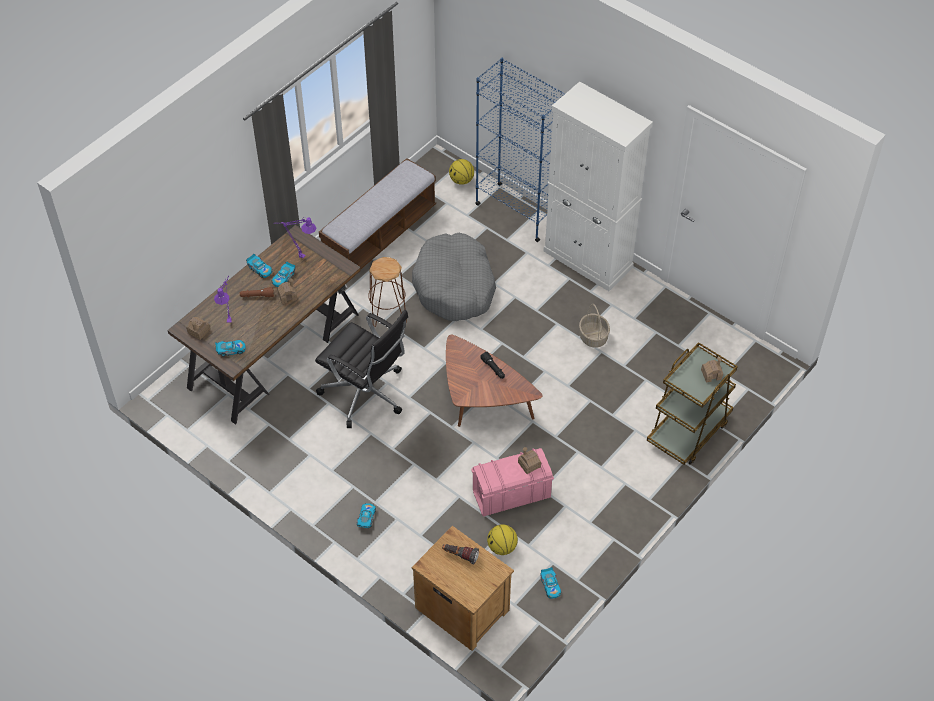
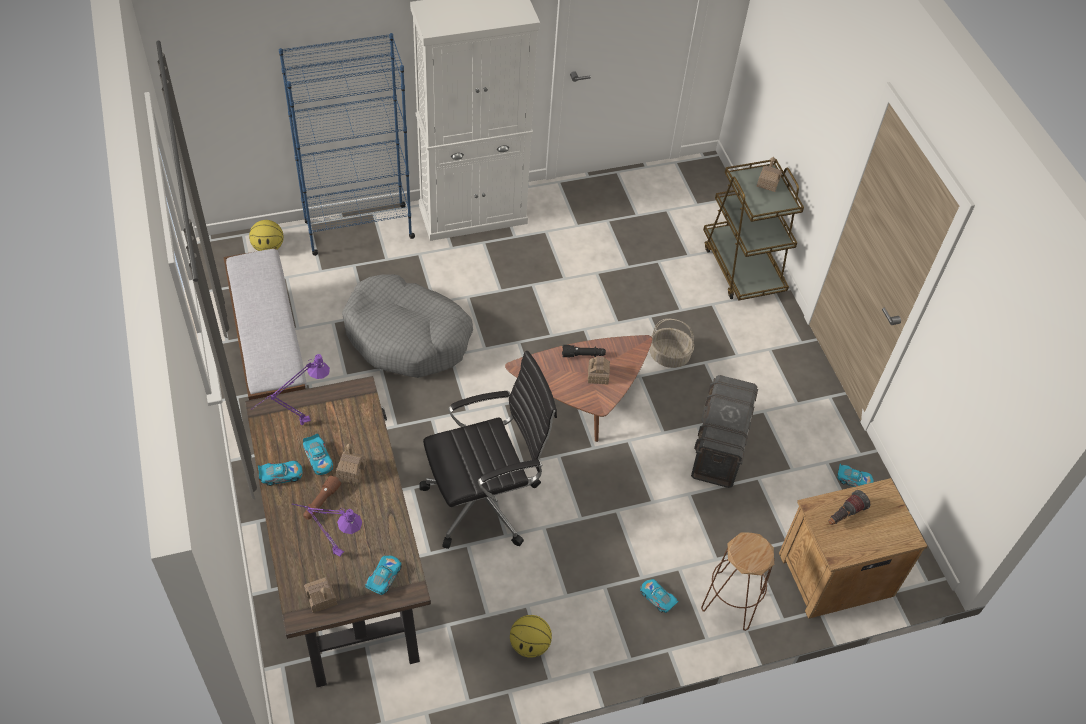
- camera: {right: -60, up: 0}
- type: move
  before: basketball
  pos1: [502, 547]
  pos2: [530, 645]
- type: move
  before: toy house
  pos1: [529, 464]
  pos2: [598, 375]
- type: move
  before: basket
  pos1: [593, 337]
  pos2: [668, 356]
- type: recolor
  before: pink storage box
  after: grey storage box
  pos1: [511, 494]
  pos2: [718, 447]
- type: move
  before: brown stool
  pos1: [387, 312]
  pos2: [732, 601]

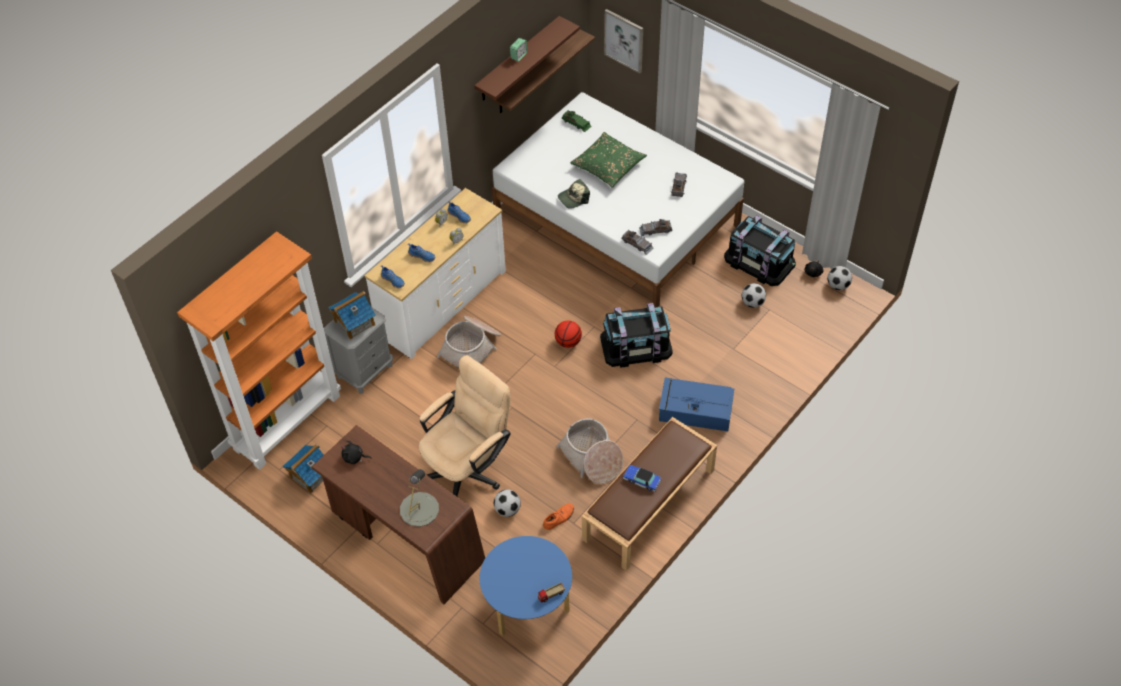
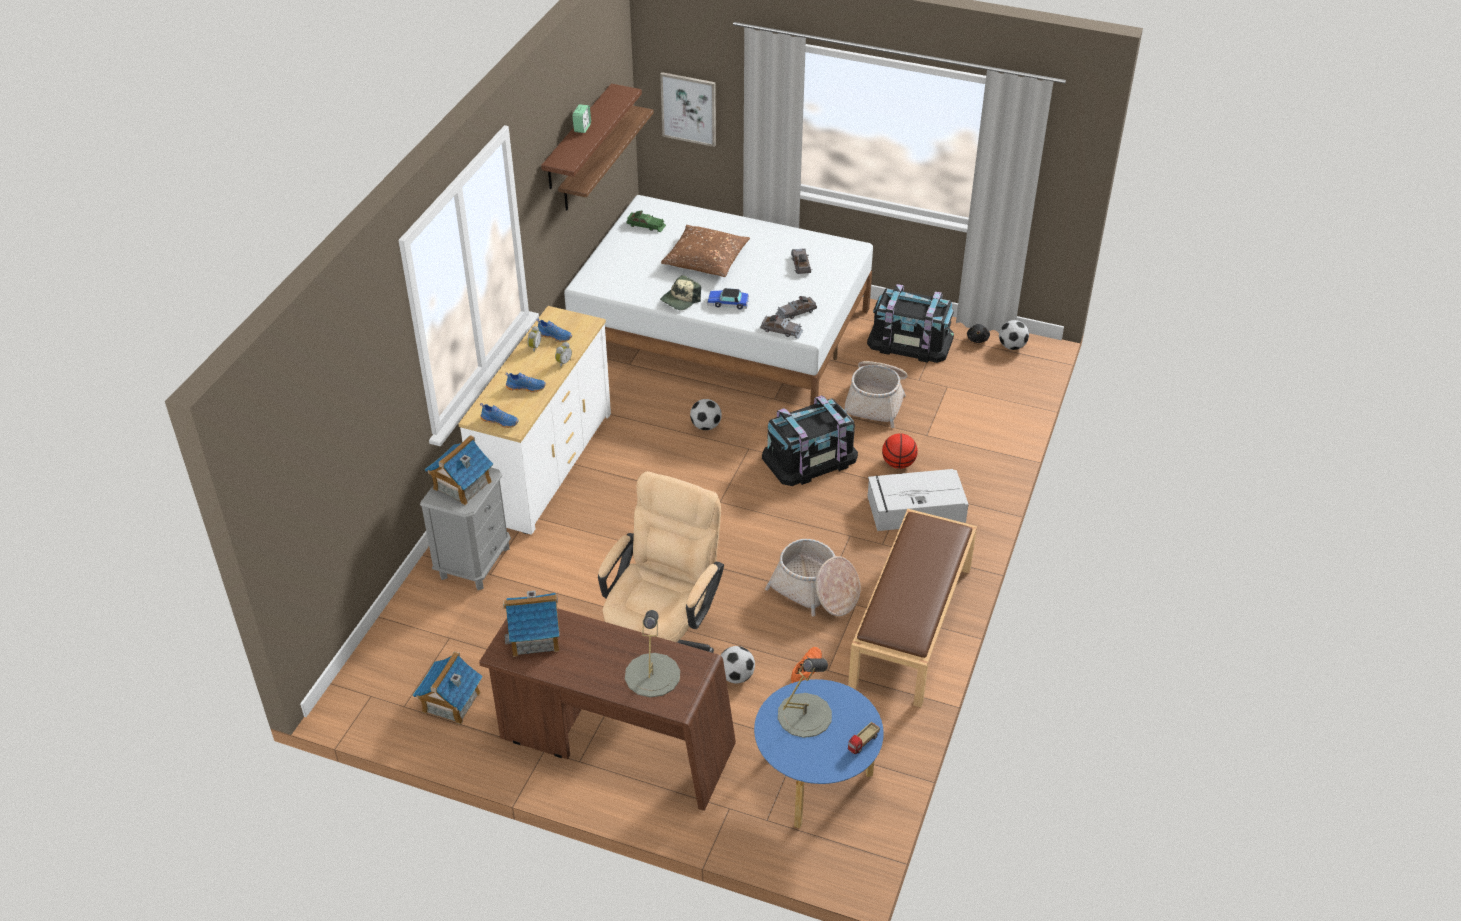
- camera: {right: -20, up: -10}
- type: replace
  before: black plush toy
  after: toy house
  pos1: [354, 458]
  pos2: [535, 636]
- type: recolor
  before: green pillow
  after: brown pillow
  pos1: [608, 165]
  pos2: [705, 259]
- type: move
  before: football
  pos1: [752, 302]
  pos2: [706, 426]
- type: move
  before: toy car
  pos1: [642, 480]
  pos2: [728, 303]
- type: insert
  after: grey table lamp
  pos2: [804, 715]
- type: move
  before: basket
  pos1: [472, 348]
  pos2: [876, 400]
- type: recolor
  before: blue storage box
  after: grey storage box
  pos1: [694, 410]
  pos2: [914, 509]
- type: move
  before: basketball
  pos1: [568, 342]
  pos2: [898, 463]
- type: delete
  before: orange bookcase
  pos1: [287, 421]

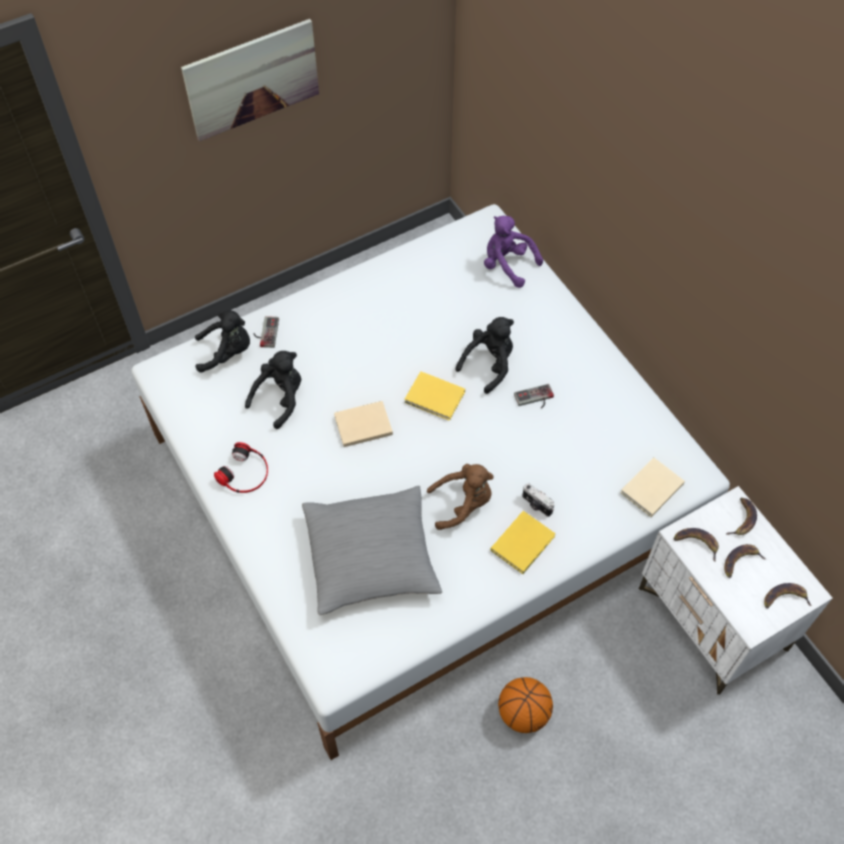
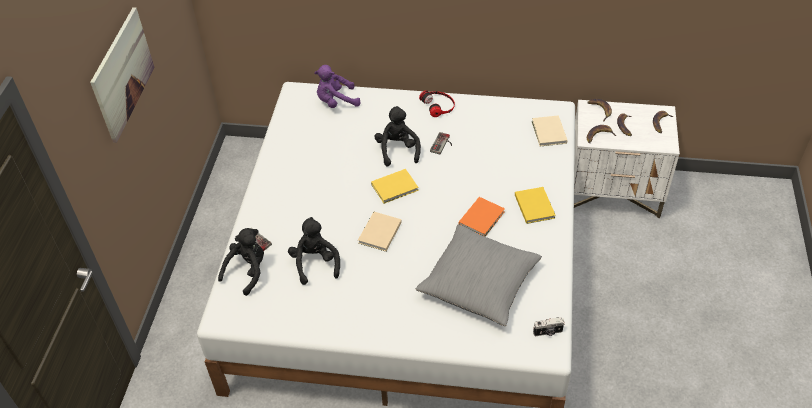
- camera: {right: -50, up: -10}
- type: move
  before: headphones
  pos1: [245, 473]
  pos2: [438, 105]
- type: replace
  before: brown plush toy
  after: orange book
  pos1: [463, 504]
  pos2: [483, 217]
- type: move
  before: photo camera
  pos1: [536, 505]
  pos2: [548, 332]
- type: delete
  before: basketball
  pos1: [523, 713]

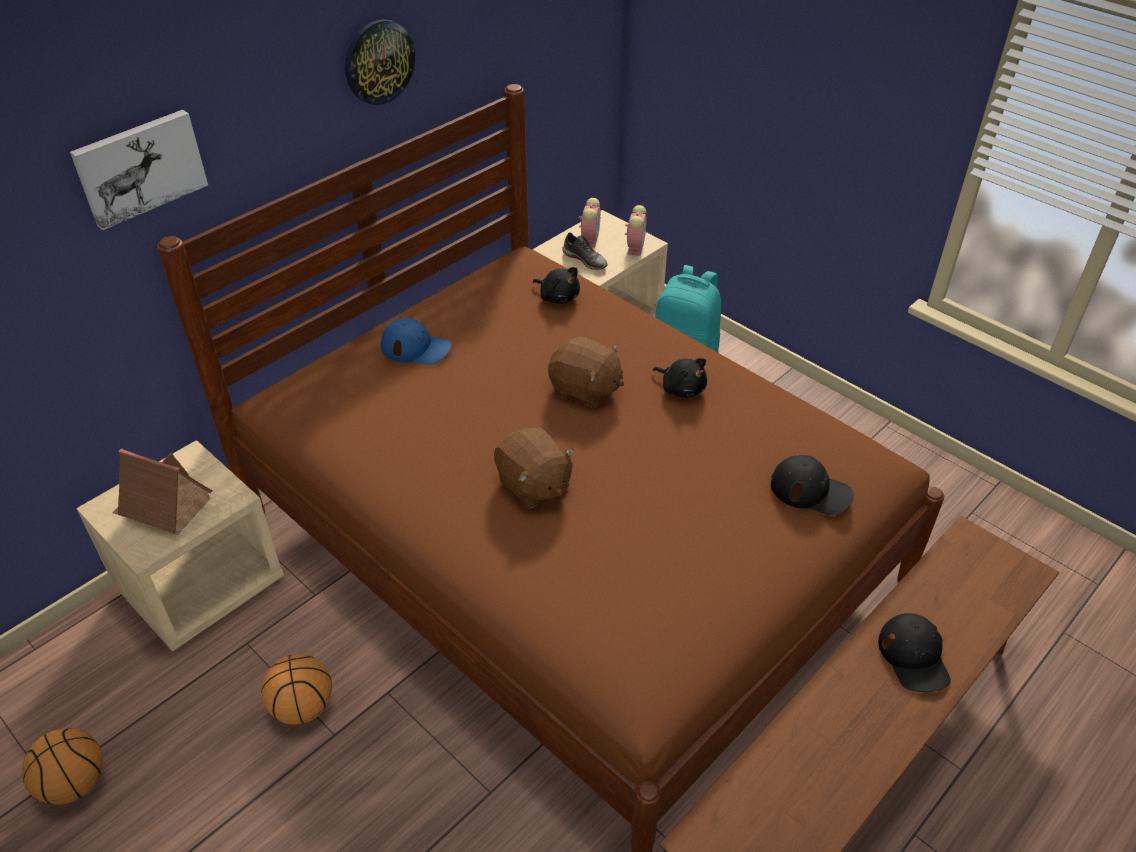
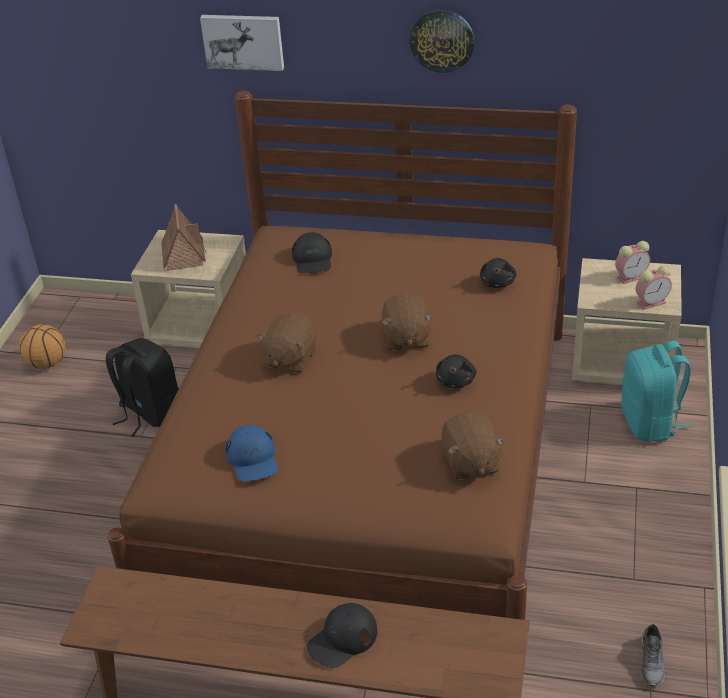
- camera: {right: 60, up: -5}
- type: replace
  before: basketball
  after: black backpack
  pos1: [302, 708]
  pos2: [149, 413]
- type: move
  before: blue cap
  pos1: [416, 348]
  pos2: [253, 459]
- type: move
  before: black cap
  pos1: [811, 490]
  pos2: [313, 259]
- type: insert
  after: brown plush toy
  pos2: [470, 463]
- type: move
  before: grey shoe
  pos1: [585, 260]
  pos2: [652, 662]

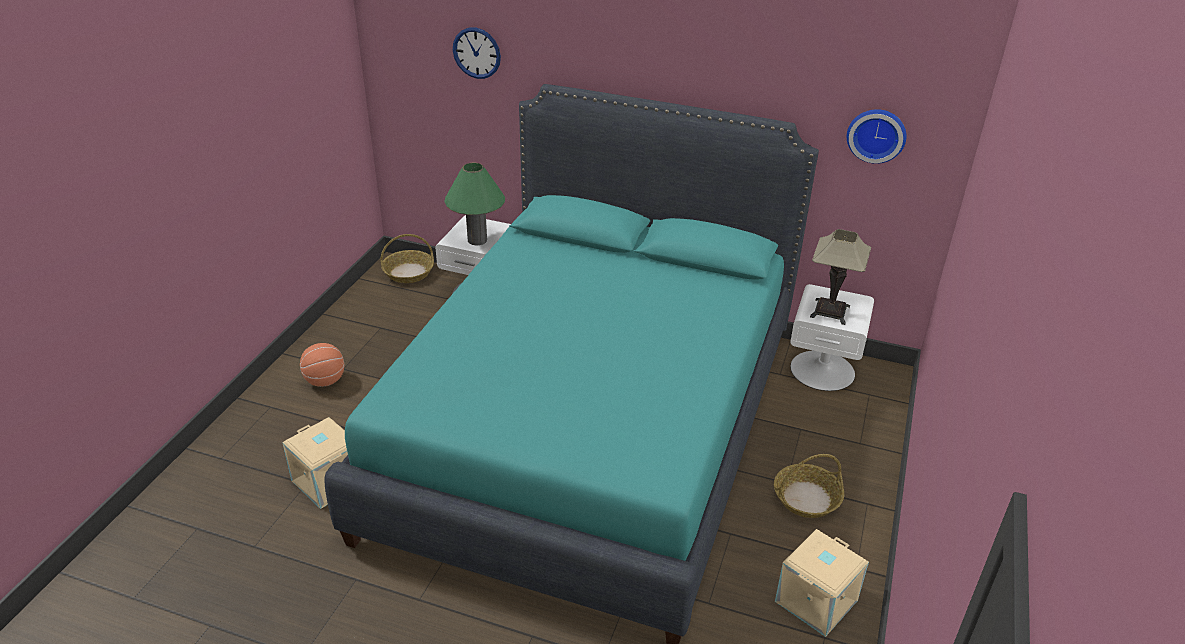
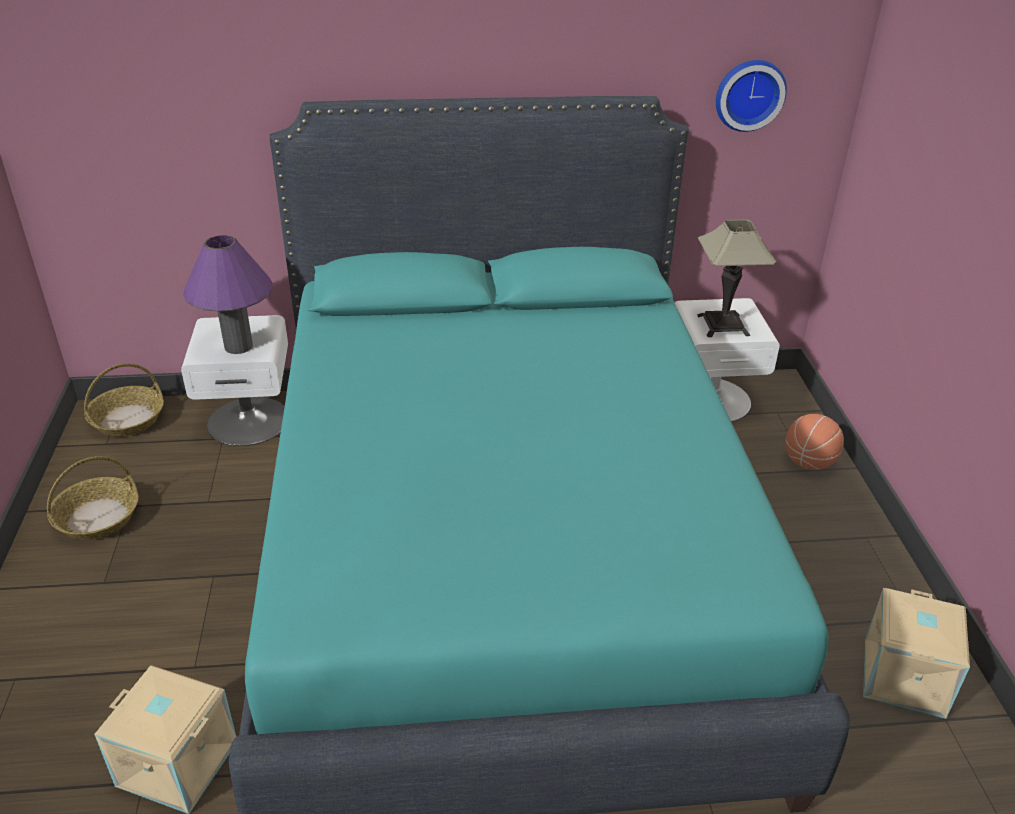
- camera: {right: -25, up: 0}
- type: move
  before: basket
  pos1: [806, 498]
  pos2: [98, 517]
- type: recolor
  before: green table lamp
  after: purple table lamp
  pos1: [477, 240]
  pos2: [238, 346]
- type: move
  before: basketball
  pos1: [325, 381]
  pos2: [809, 462]
- type: delete
  before: wall clock
  pos1: [476, 53]

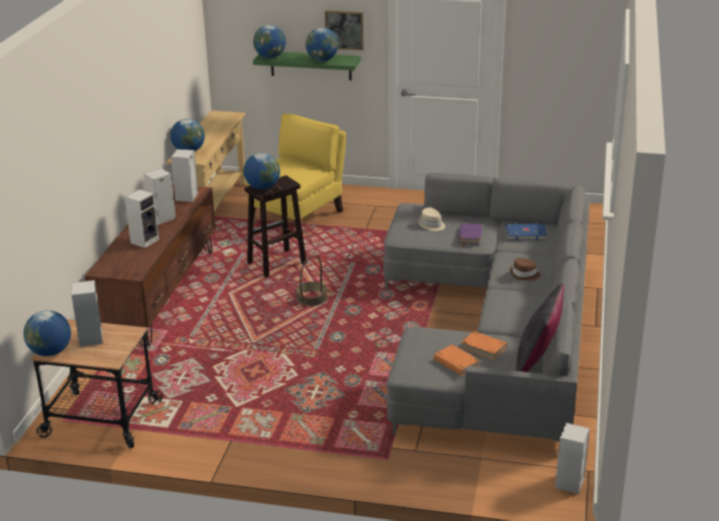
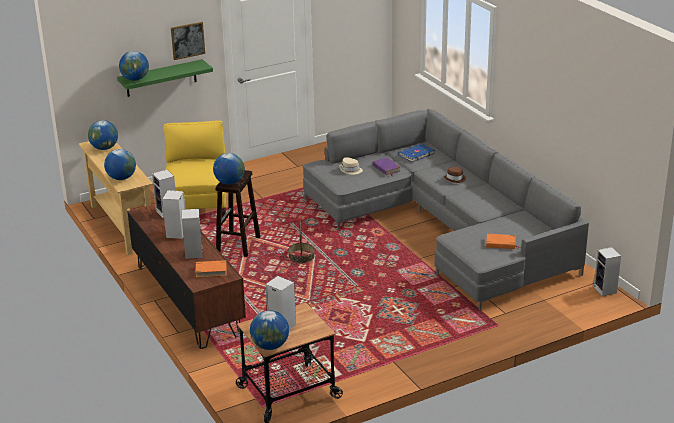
- camera: {right: -40, up: 0}
- type: move
  before: globe
  pos1: [322, 60]
  pos2: [104, 148]
- type: move
  before: orange book
  pos1: [483, 347]
  pos2: [211, 270]
- type: delete
  before: black pillow
  pos1: [537, 361]

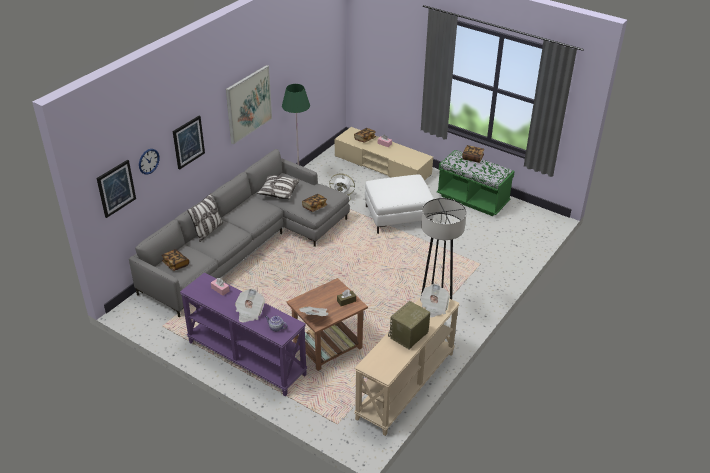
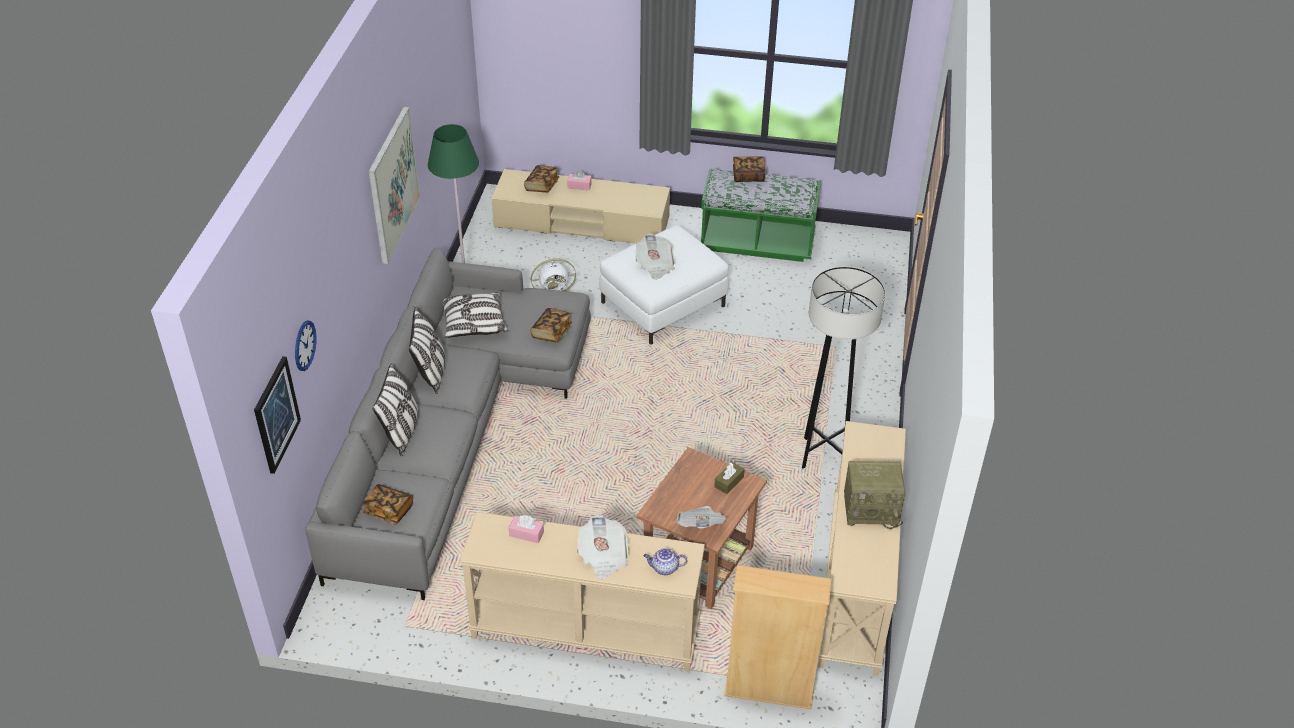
- camera: {right: -25, up: 5}
- type: insert
  after: pillow
  pos2: [431, 372]
- type: recolor
  before: purple console table
  after: beige console table
  pos1: [245, 358]
  pos2: [584, 631]
- type: move
  before: newspaper
  pos1: [434, 307]
  pos2: [655, 265]
- type: insert
  after: beige bookcase
  pos2: [769, 691]
- type: rotate
  before: radio
  pos1: [408, 336]
  pos2: [871, 509]
  turn: -105
- type: delete
  before: picture
  pos1: [188, 142]

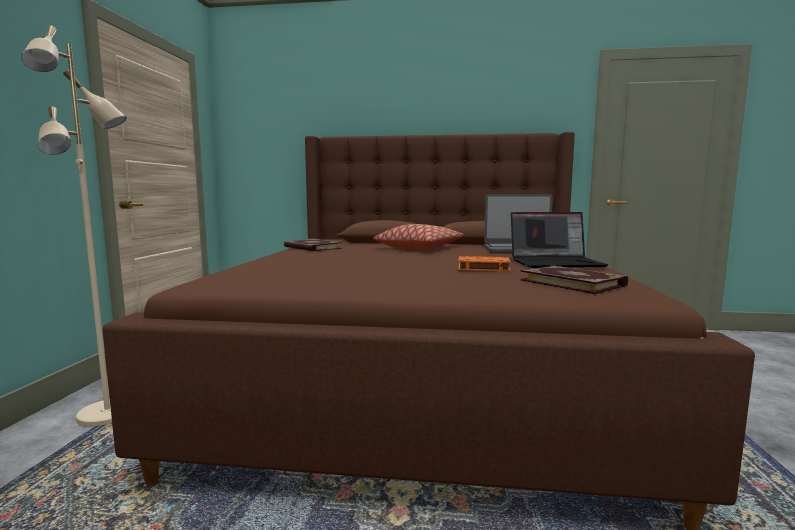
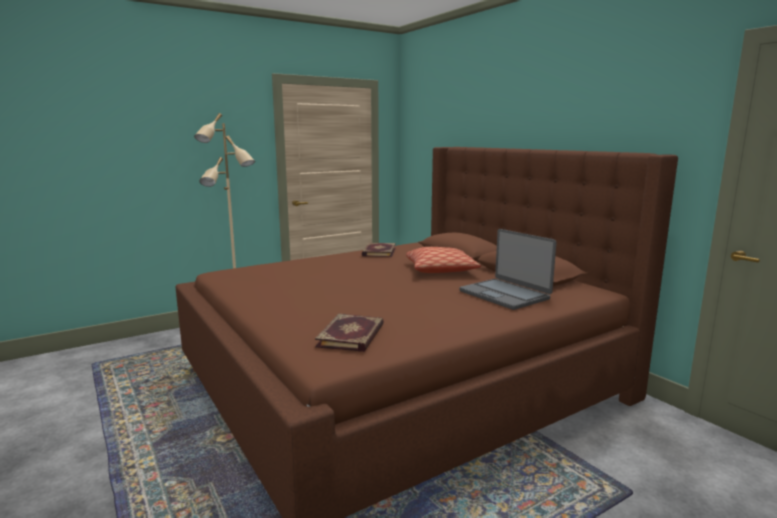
- camera: {right: 50, up: 5}
- type: delete
  before: orange book
  pos1: [482, 268]
- type: delete
  before: laptop
  pos1: [556, 263]

